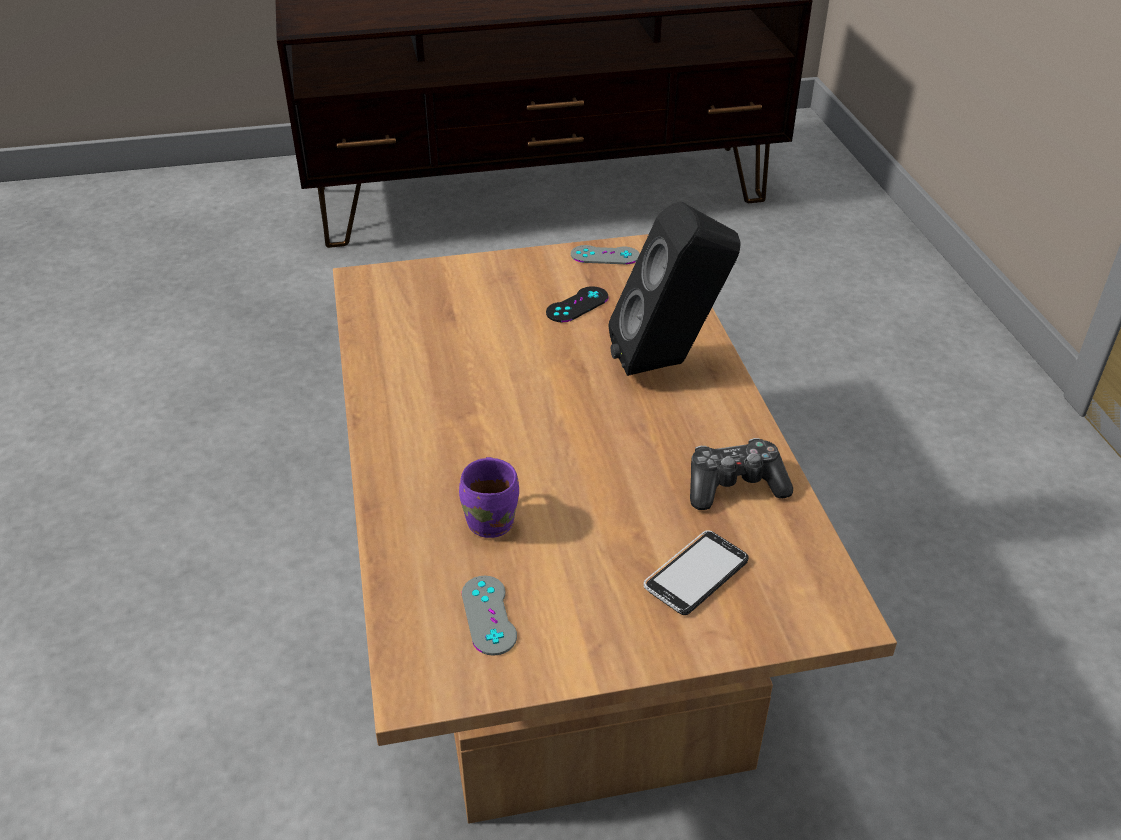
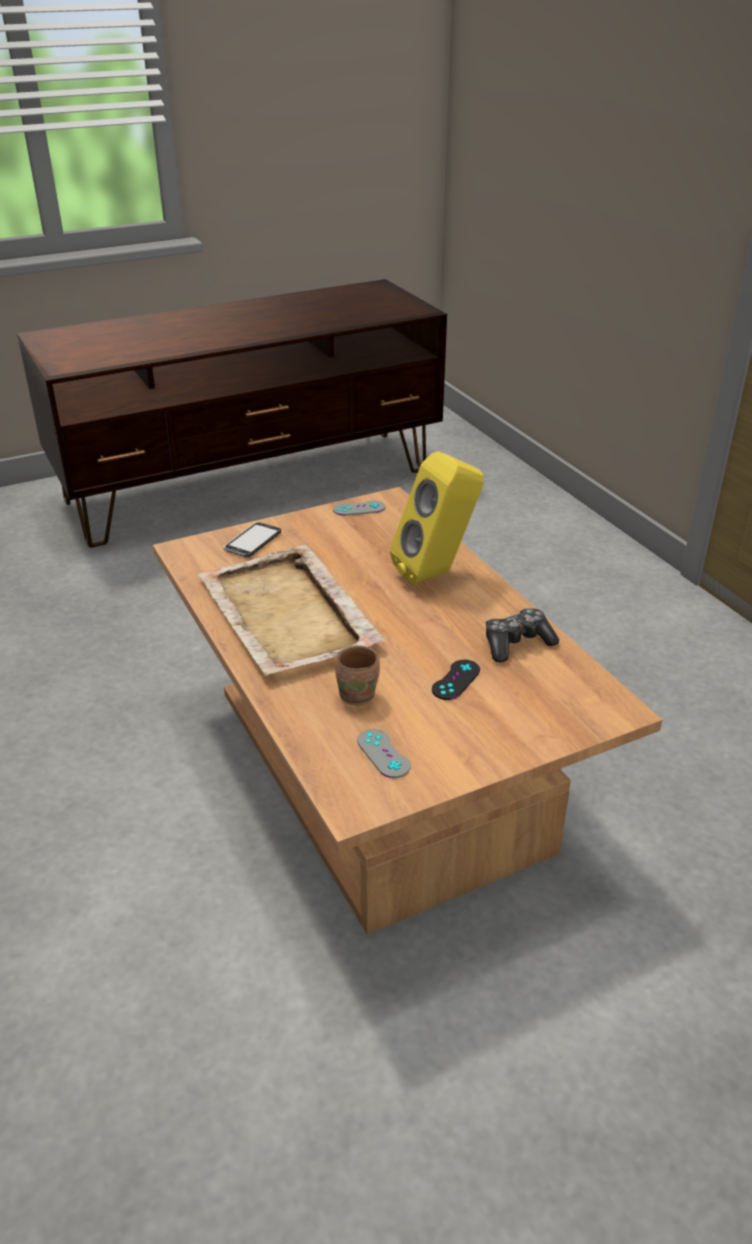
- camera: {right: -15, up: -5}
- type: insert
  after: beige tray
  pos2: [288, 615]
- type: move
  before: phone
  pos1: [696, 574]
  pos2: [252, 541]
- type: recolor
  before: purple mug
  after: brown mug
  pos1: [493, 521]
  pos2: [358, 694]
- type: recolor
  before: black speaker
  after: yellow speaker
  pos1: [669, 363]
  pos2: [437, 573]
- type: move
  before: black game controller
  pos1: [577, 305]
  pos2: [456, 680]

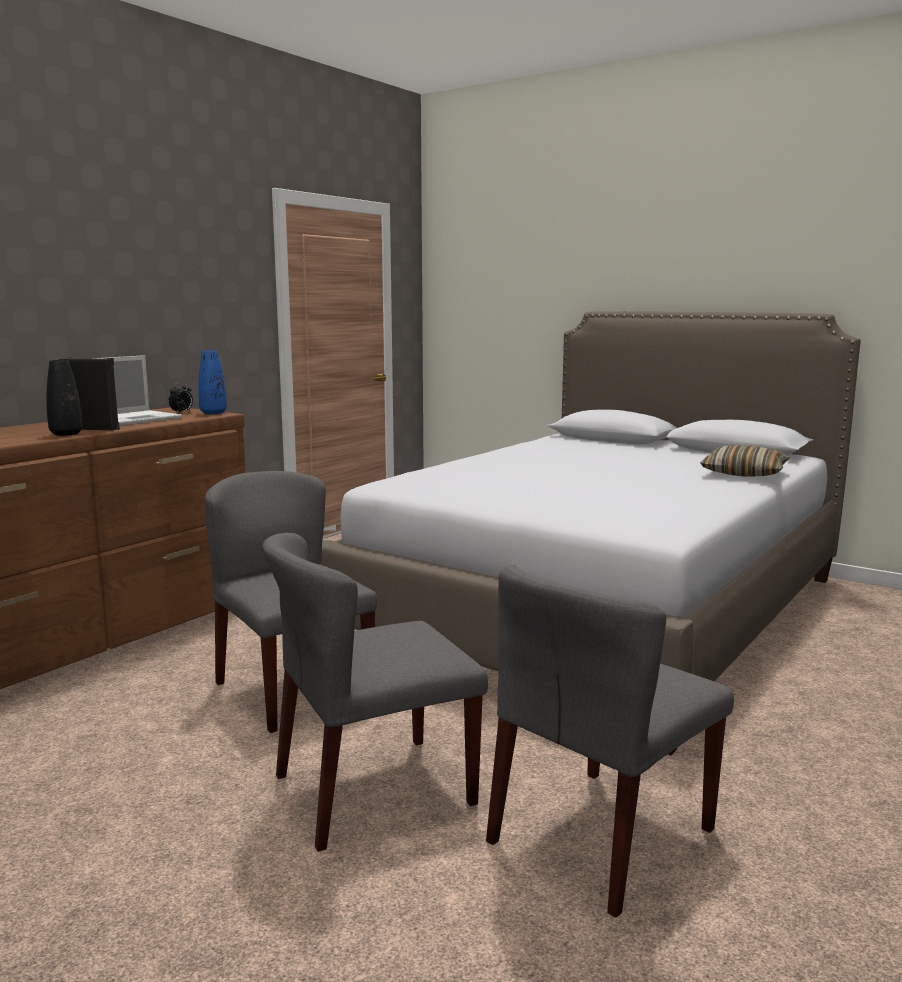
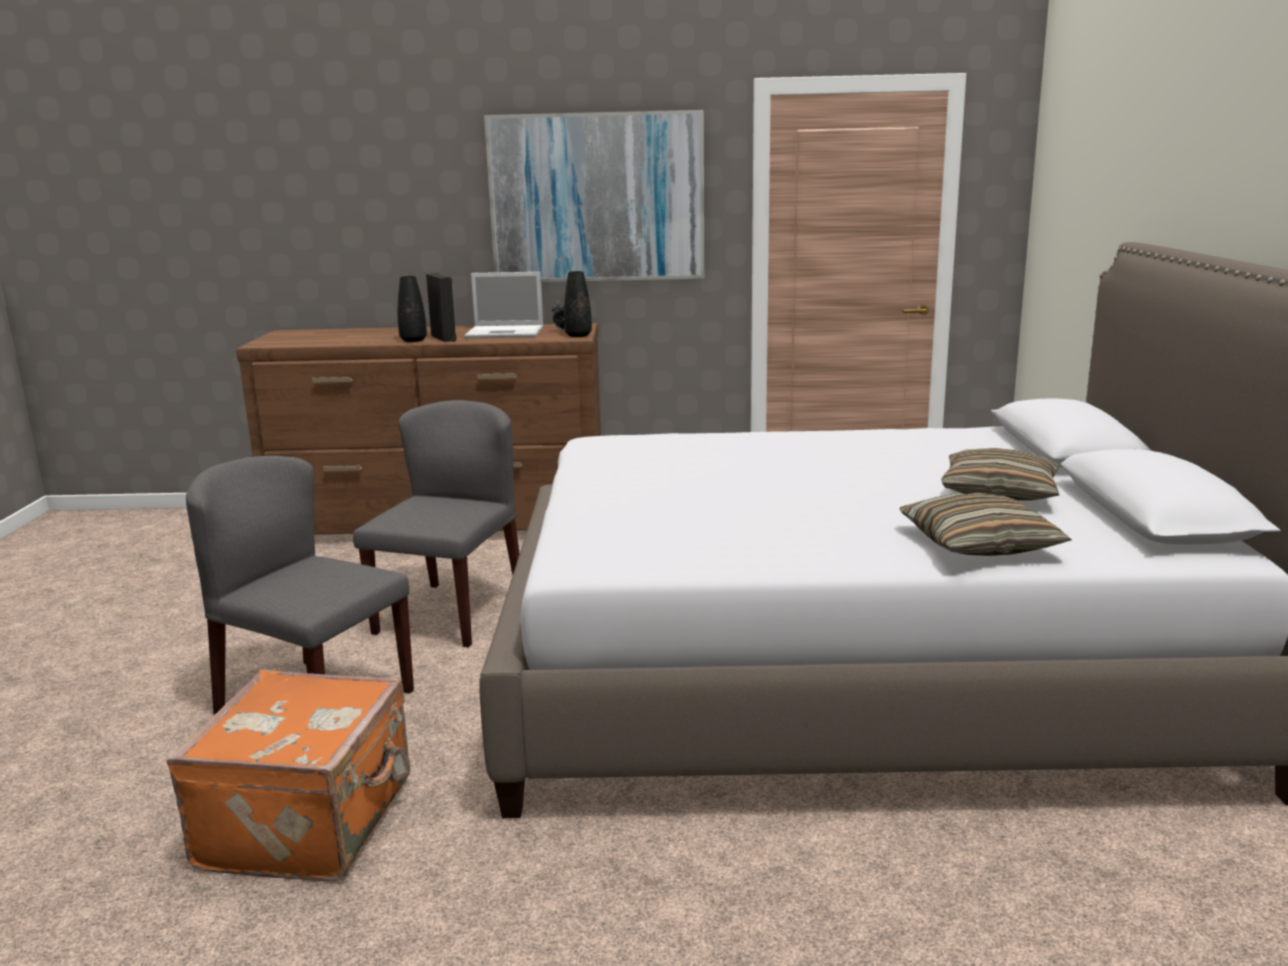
- camera: {right: 55, up: 5}
- type: replace
  before: grey chair
  after: orange suitcase
  pos1: [601, 837]
  pos2: [311, 823]
- type: insert
  after: picture
  pos2: [597, 198]
- type: recolor
  before: blue vase
  after: black vase
  pos1: [213, 413]
  pos2: [578, 335]
- type: insert
  after: pillow
  pos2: [999, 492]

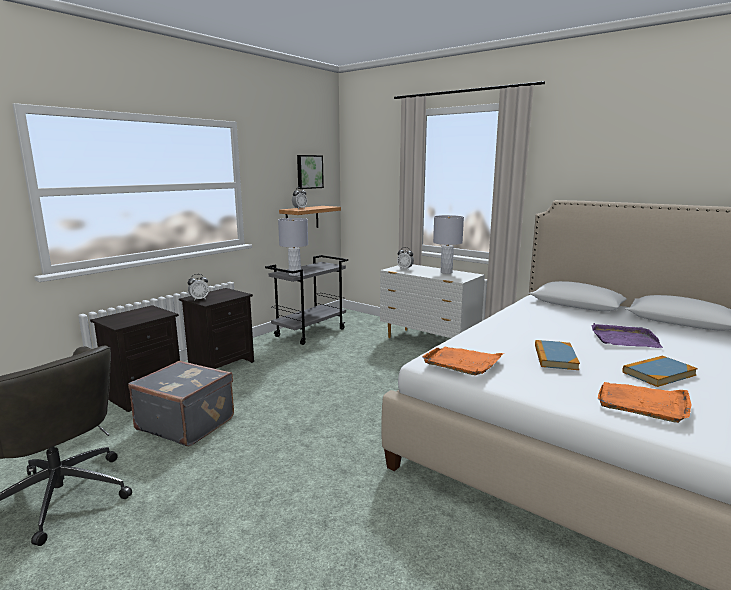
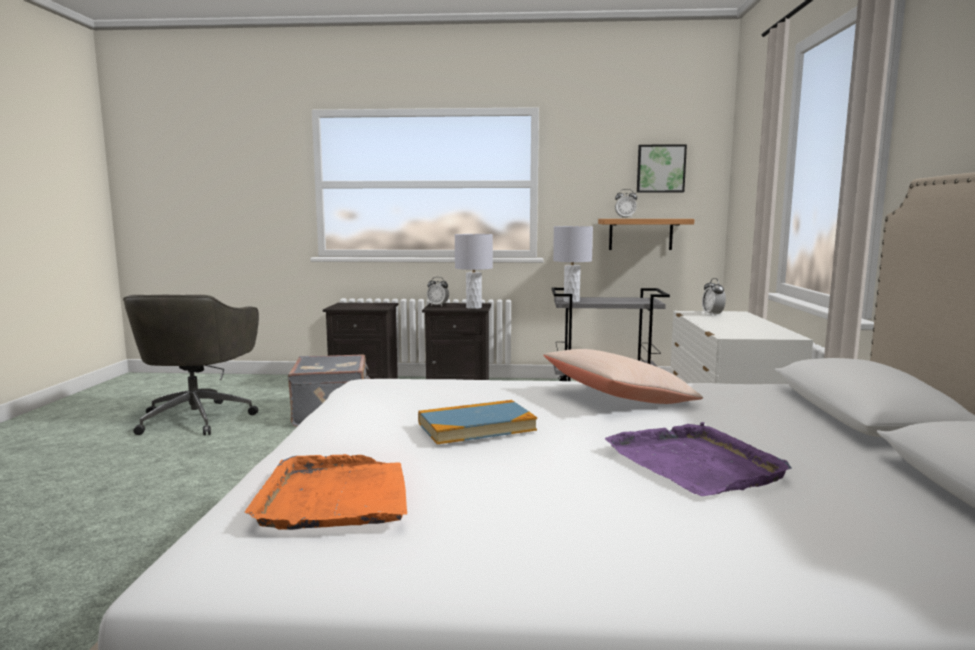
- camera: {right: 55, up: -5}
- type: move
  before: grey table lamp
  pos1: [446, 272]
  pos2: [473, 307]
- type: insert
  after: beige pillow
  pos2: [619, 398]
- type: delete
  before: orange tray
  pos1: [462, 362]
- type: delete
  before: book
  pos1: [658, 373]

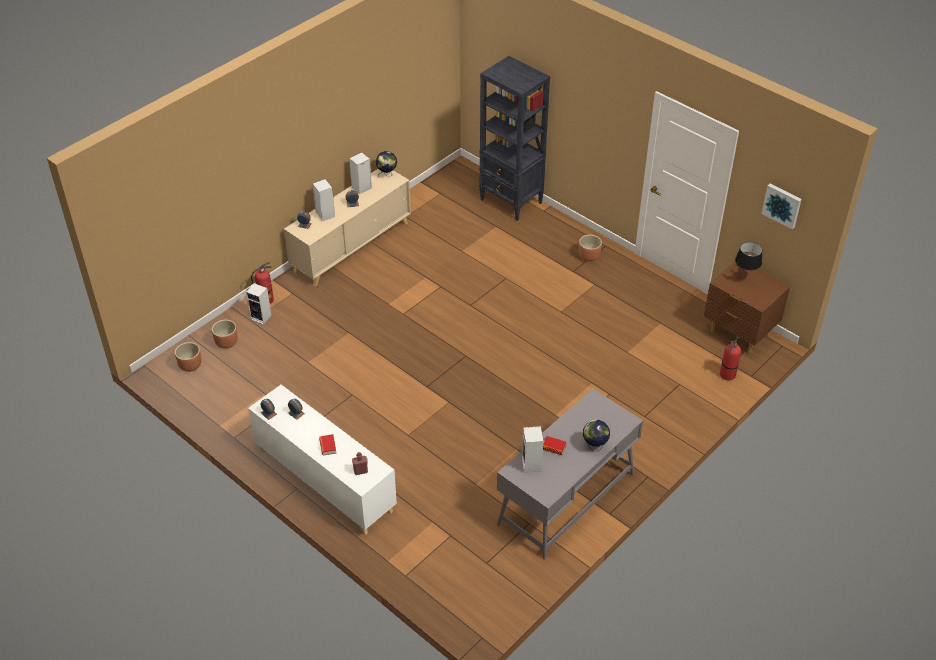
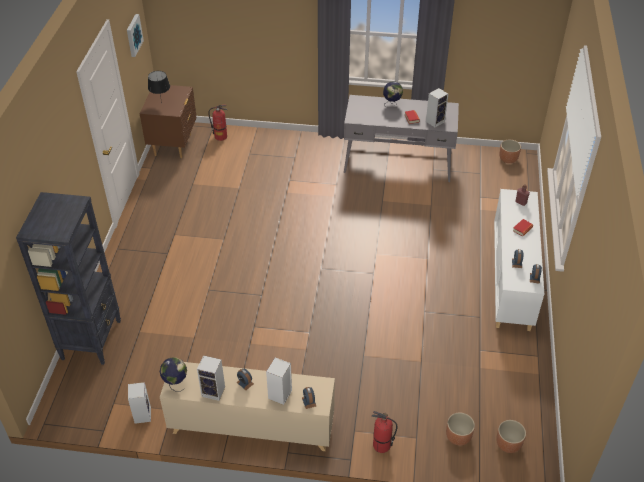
- camera: {right: -125, up: 0}
- type: move
  before: speaker
  pos1: [261, 317]
  pos2: [142, 414]
- type: move
  before: brown planter
  pos1: [588, 256]
  pos2: [508, 159]

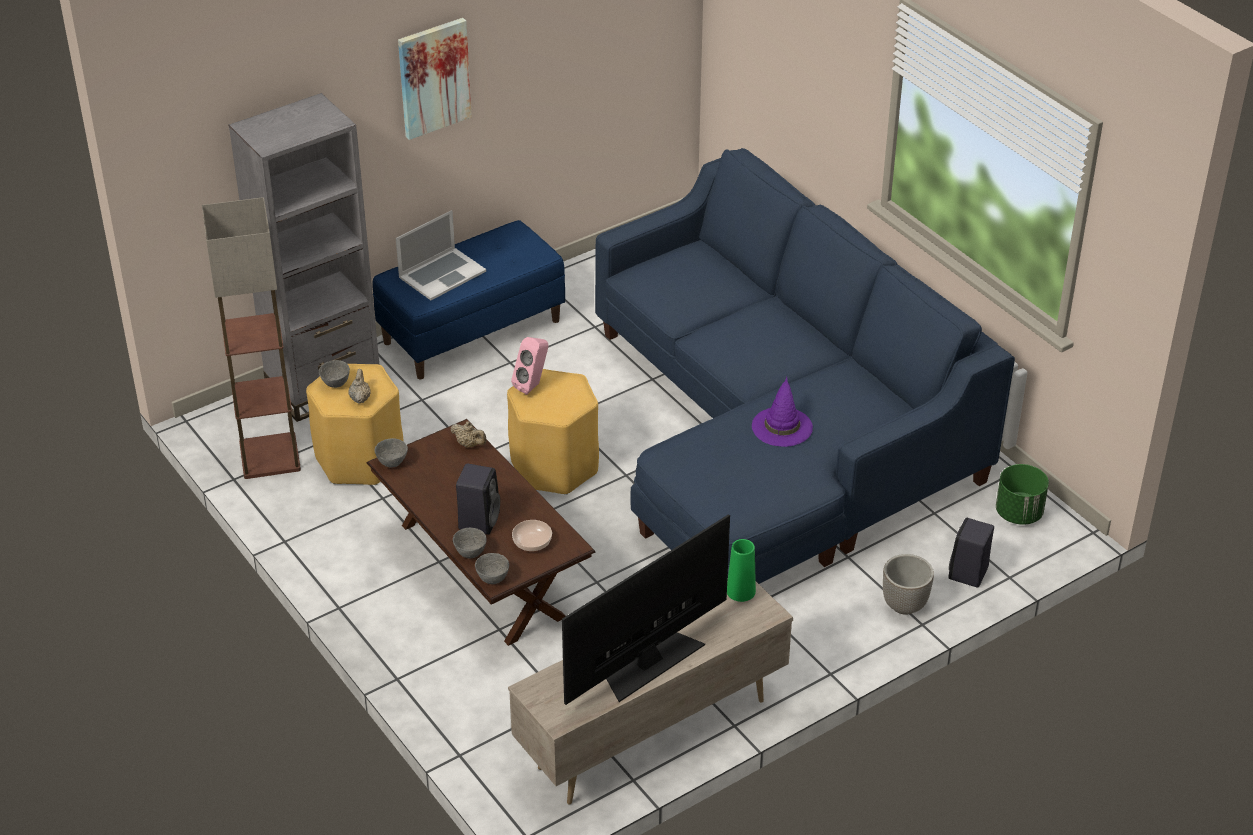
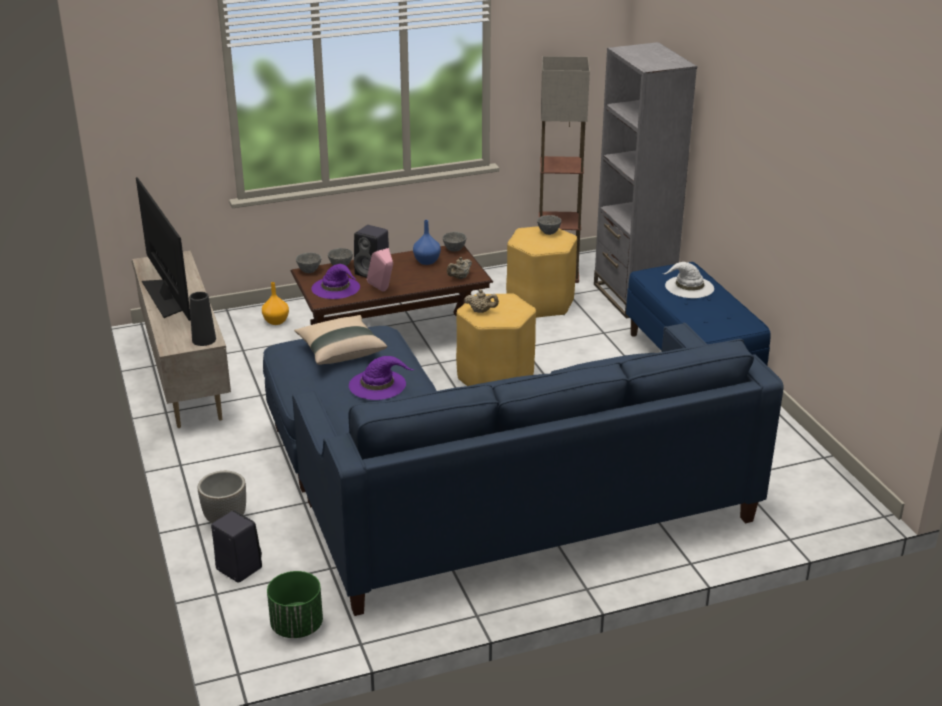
- camera: {right: 105, up: -10}
- type: recolor
  before: green vase
  after: black vase
  pos1: [741, 591]
  pos2: [204, 340]
- type: insert
  after: orange vase
  pos2: [276, 321]
- type: insert
  after: beige pillow
  pos2: [340, 351]
- type: replace
  before: bowl
  after: purple hat
  pos1: [531, 542]
  pos2: [336, 288]
- type: move
  before: pink speaker
  pos1: [533, 386]
  pos2: [383, 291]
- type: insert
  after: blue vase
  pos2: [427, 261]
- type: move
  before: beige teapot
  pos1: [360, 398]
  pos2: [481, 311]
- type: replace
  before: laptop
  after: white hat
  pos1: [442, 274]
  pos2: [689, 287]
- type: delete
  before: picture
  pos1: [433, 77]

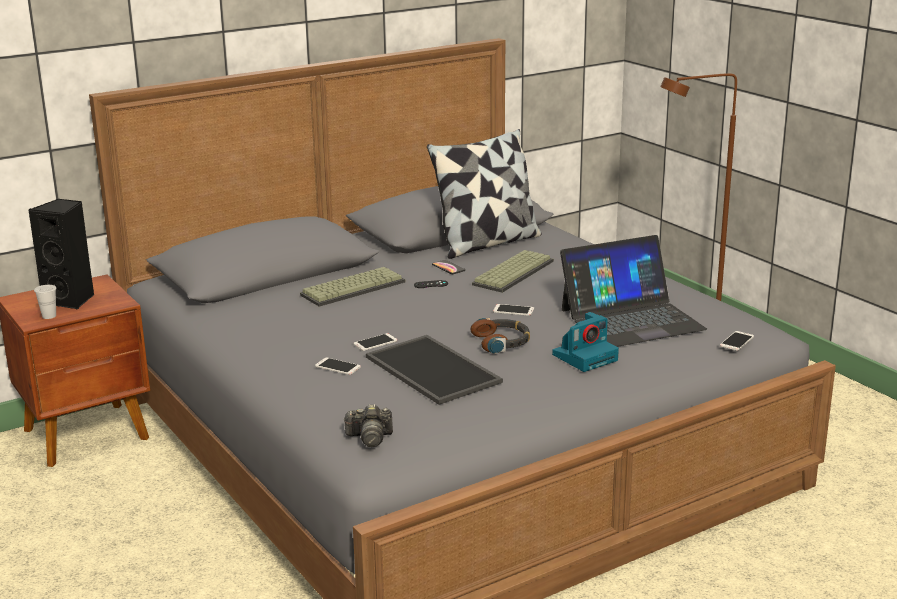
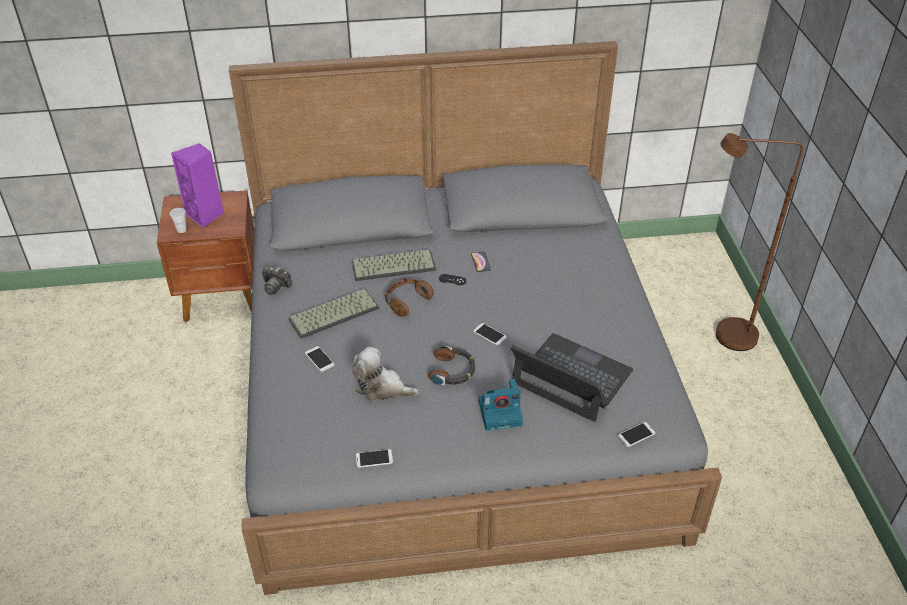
- camera: {right: 25, up: 20}
- type: recolor
  before: black speaker
  after: purple speaker
  pos1: [71, 300]
  pos2: [206, 215]
- type: move
  before: photo camera
  pos1: [369, 438]
  pos2: [275, 286]
- type: move
  before: keyboard
  pos1: [512, 272]
  pos2: [334, 313]
- type: replace
  before: tray
  after: plush toy
  pos1: [435, 369]
  pos2: [381, 387]
- type: move
  before: phone
  pos1: [375, 342]
  pos2: [374, 458]
- type: insert
  after: brown headphones
  pos2: [406, 301]
- type: rotate
  before: laptop
  pos1: [631, 319]
  pos2: [571, 377]
  turn: -150
- type: delete
  before: pillow
  pos1: [487, 243]

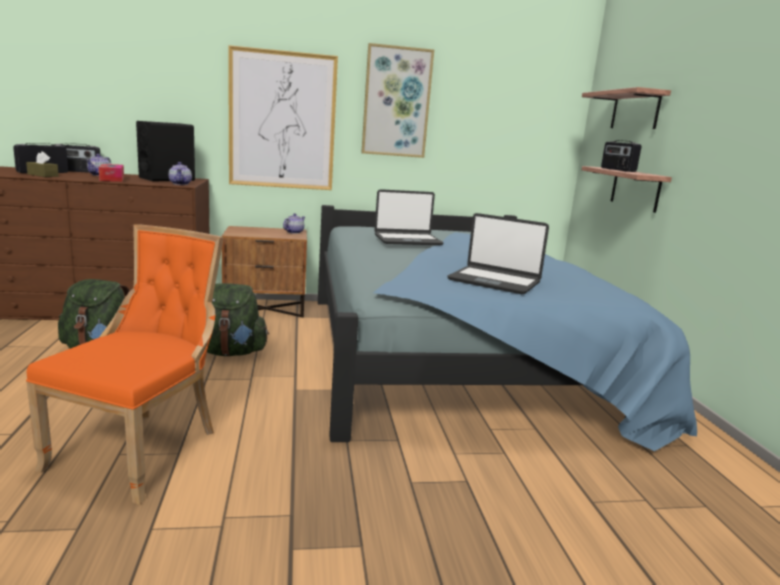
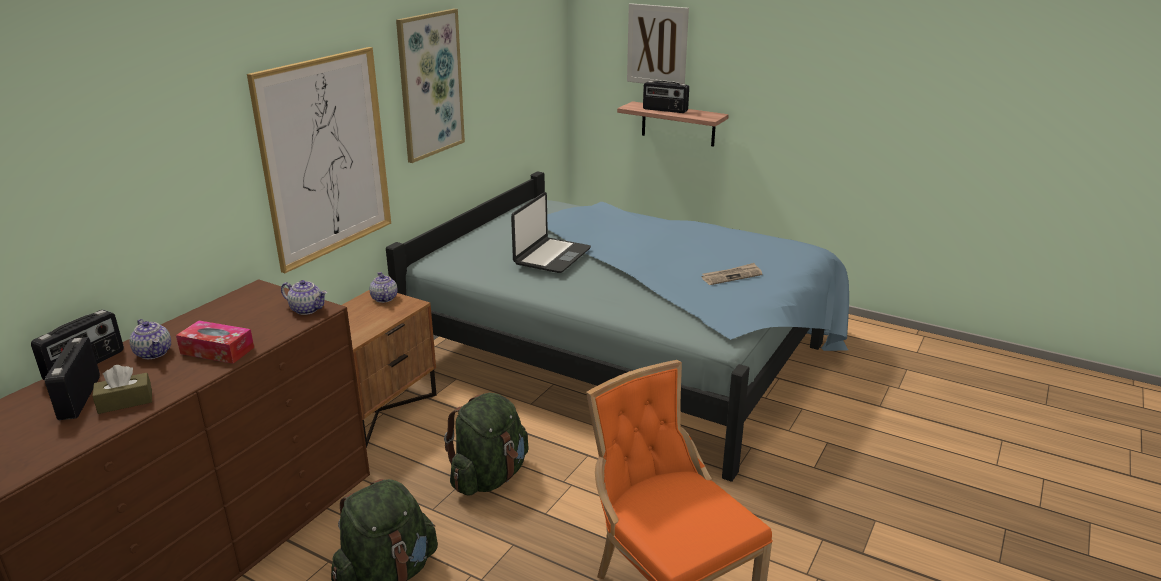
- camera: {right: -50, up: 10}
- type: replace
  before: shelf
  after: picture
  pos1: [635, 110]
  pos2: [657, 45]
- type: replace
  before: laptop
  after: newspaper
  pos1: [494, 281]
  pos2: [731, 276]
- type: delete
  before: black speaker
  pos1: [167, 179]

